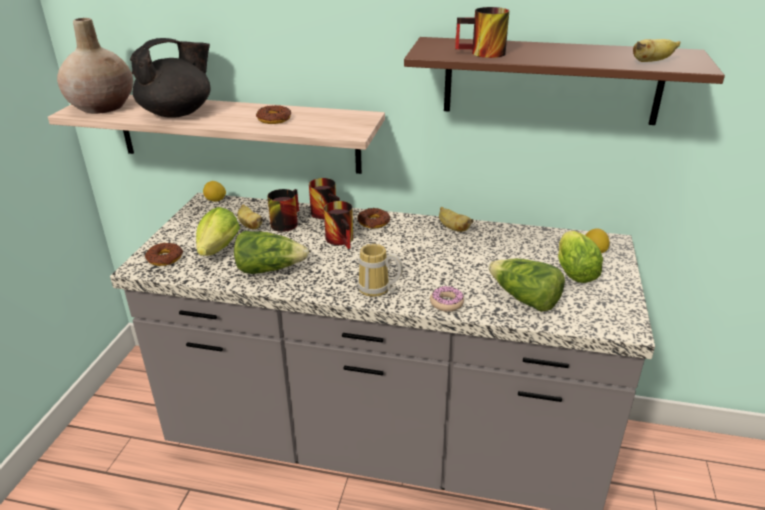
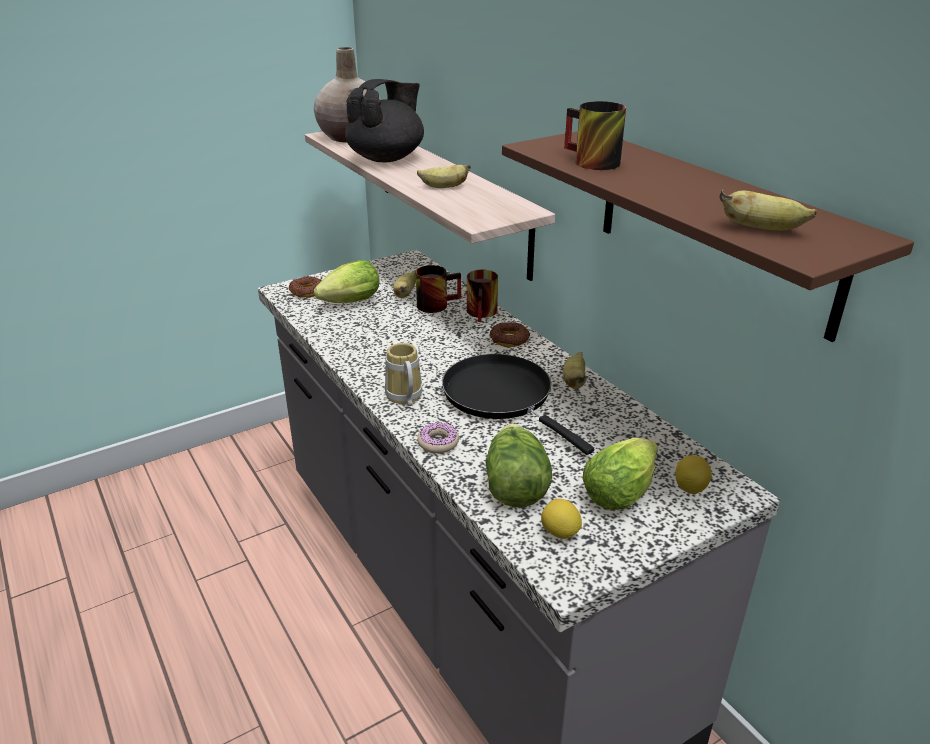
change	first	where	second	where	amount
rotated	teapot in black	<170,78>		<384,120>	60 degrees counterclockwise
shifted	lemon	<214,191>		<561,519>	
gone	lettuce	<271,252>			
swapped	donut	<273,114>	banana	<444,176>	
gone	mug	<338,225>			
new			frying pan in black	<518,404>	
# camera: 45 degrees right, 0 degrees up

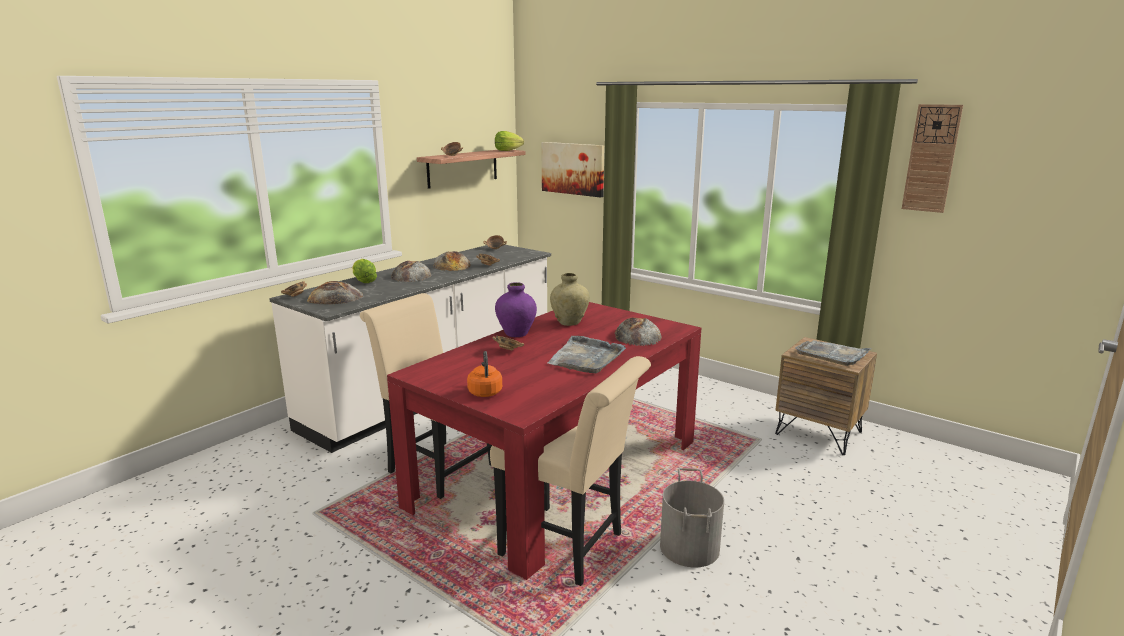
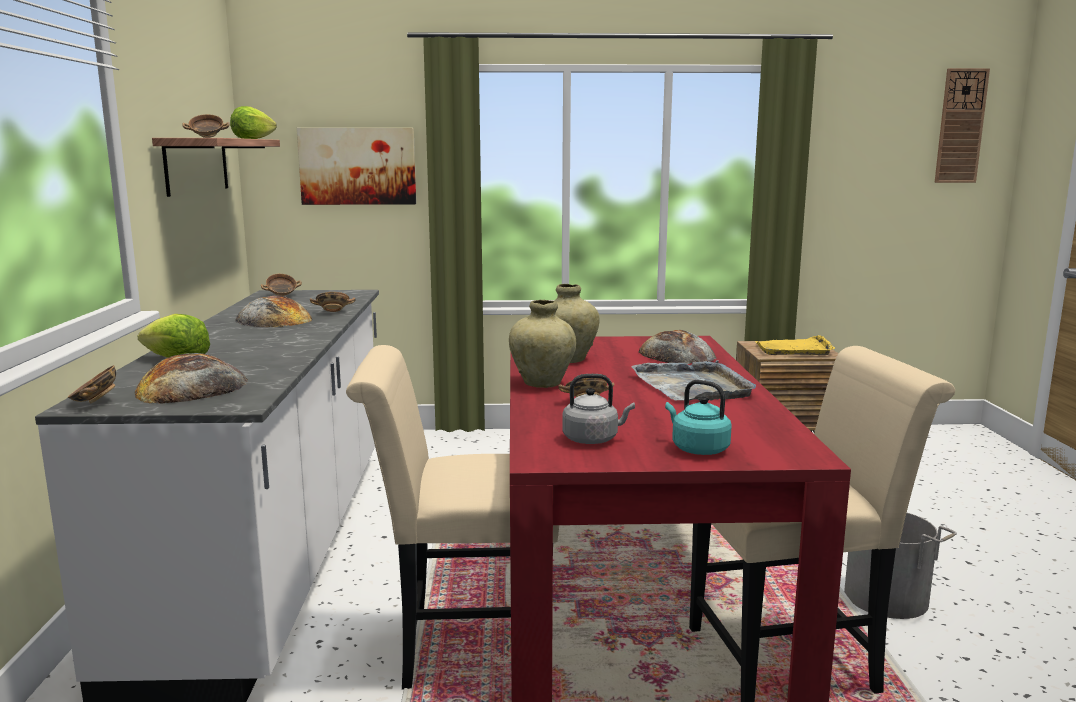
change	first	where	second	where	amount
gone	bread	<411,271>			
repainted	kettle in orange	<484,374>	kettle in turquoise	<698,417>	
repainted	vase in purple	<516,309>	vase in beige	<542,343>	
repainted	tray in grey	<834,353>	tray in yellow	<795,345>	
shifted	wall clock	<932,158>		<962,125>	
new			kettle in grey	<598,409>	
# camera: 40 degrees left, 5 degrees down

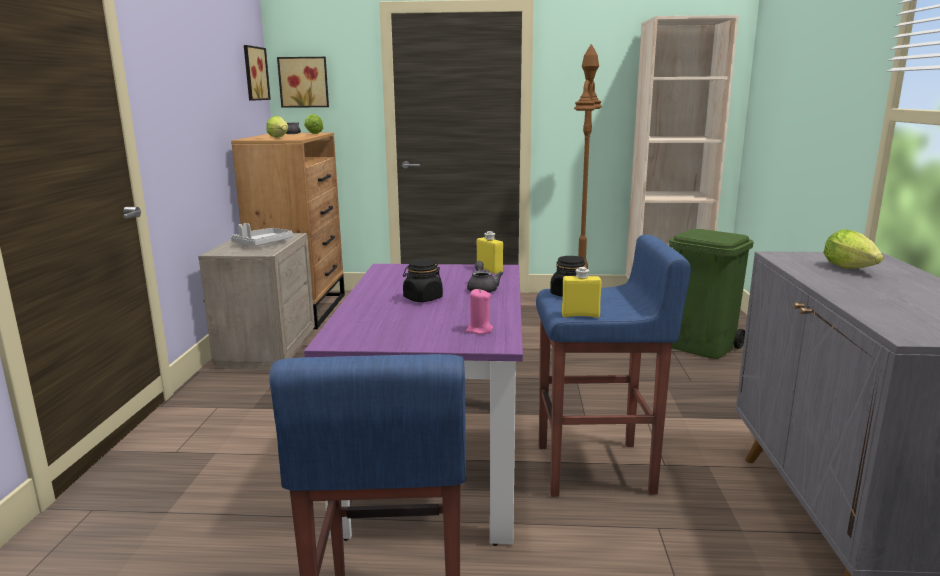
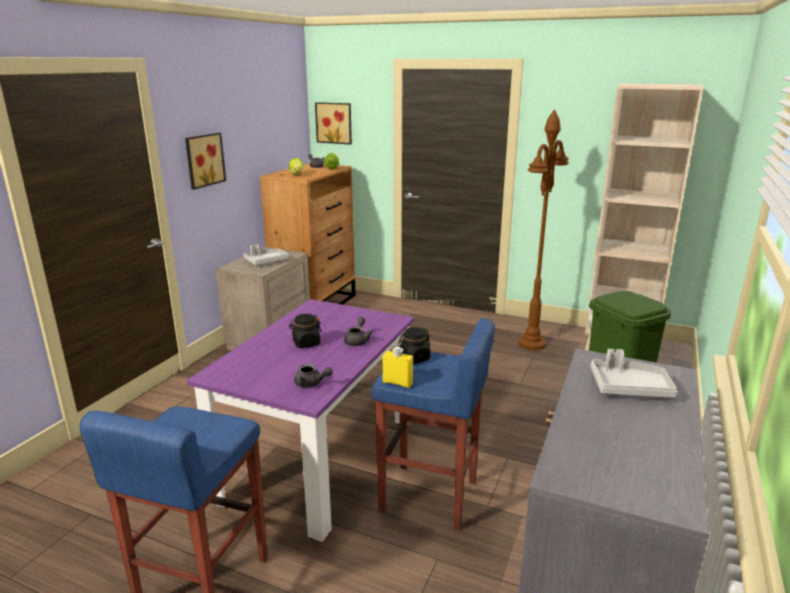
change	first	where	second	where	amount
shifted	picture	<257,73>		<205,161>	
swapped	candle in pink	<479,311>	teapot in grey	<313,375>	
gone	bottle in yellow	<490,252>			
swapped	lettuce	<853,249>	tray in grey	<634,373>	
# camera: 20 degrees right, 5 degrees up

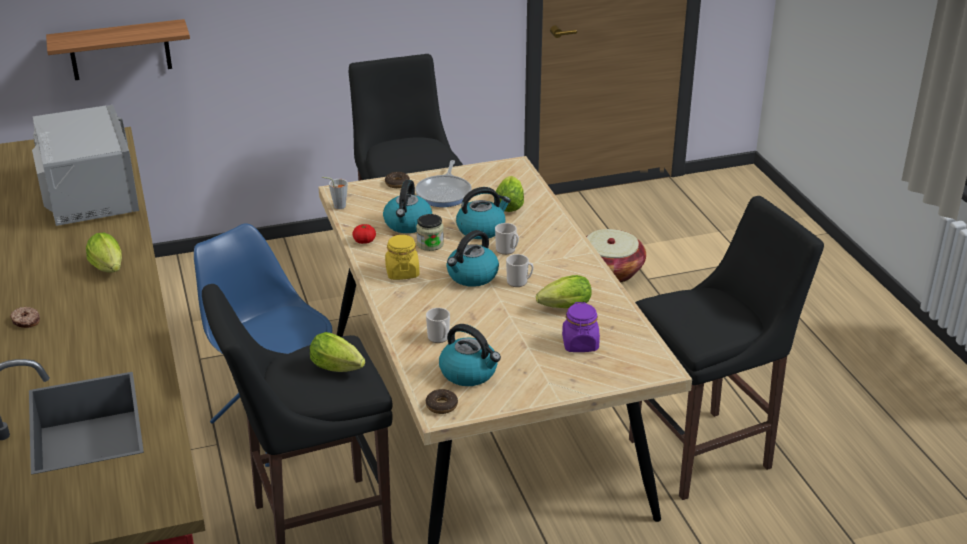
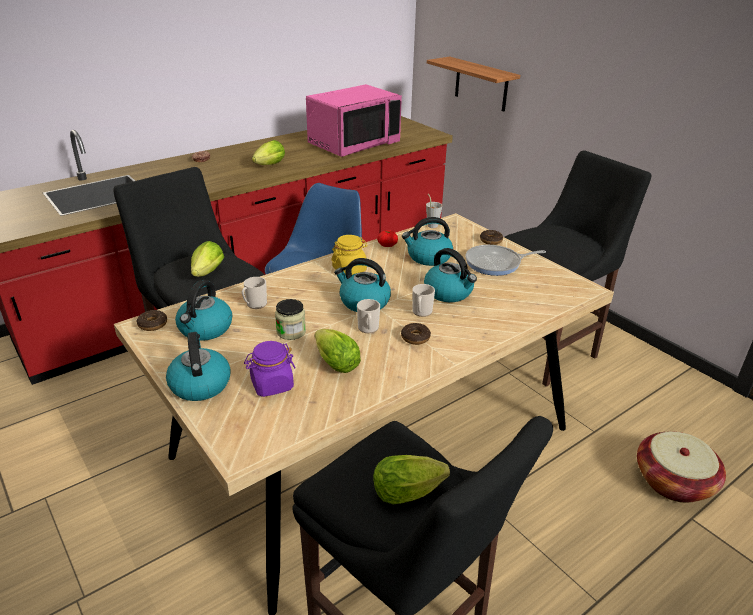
change	first	where	second	where	amount
repainted	microwave in grey	<85,165>	microwave in pink	<354,120>	
shifted	jar	<430,232>		<290,319>	
shifted	lettuce	<510,194>		<411,479>	
new			kettle	<198,366>	
new			donut	<416,334>	
# camera: 70 degrees right, 0 degrees up

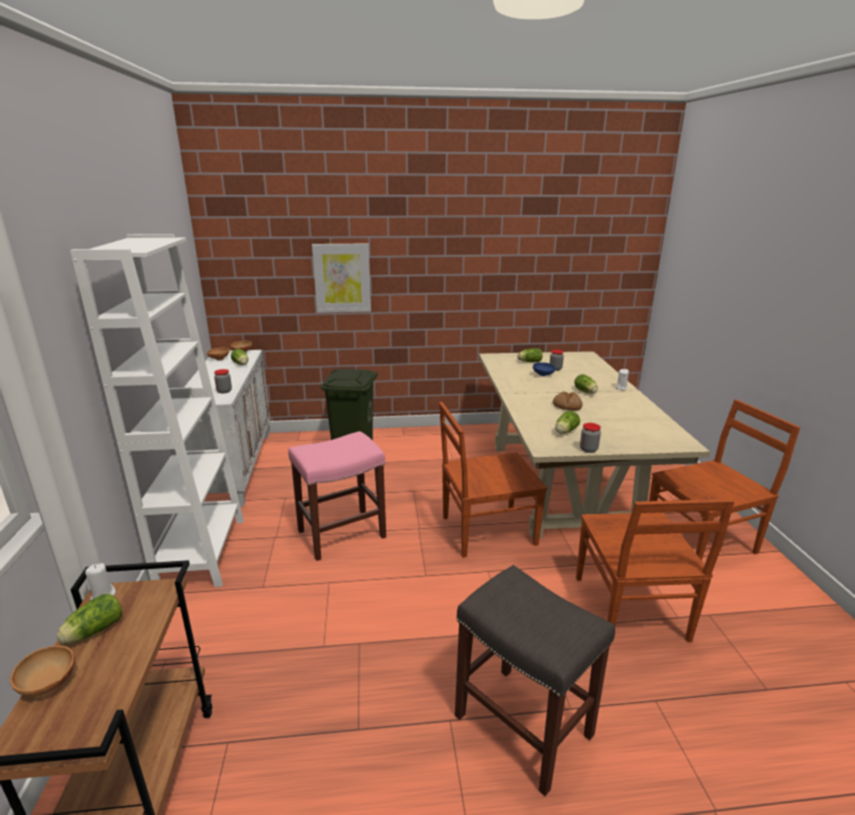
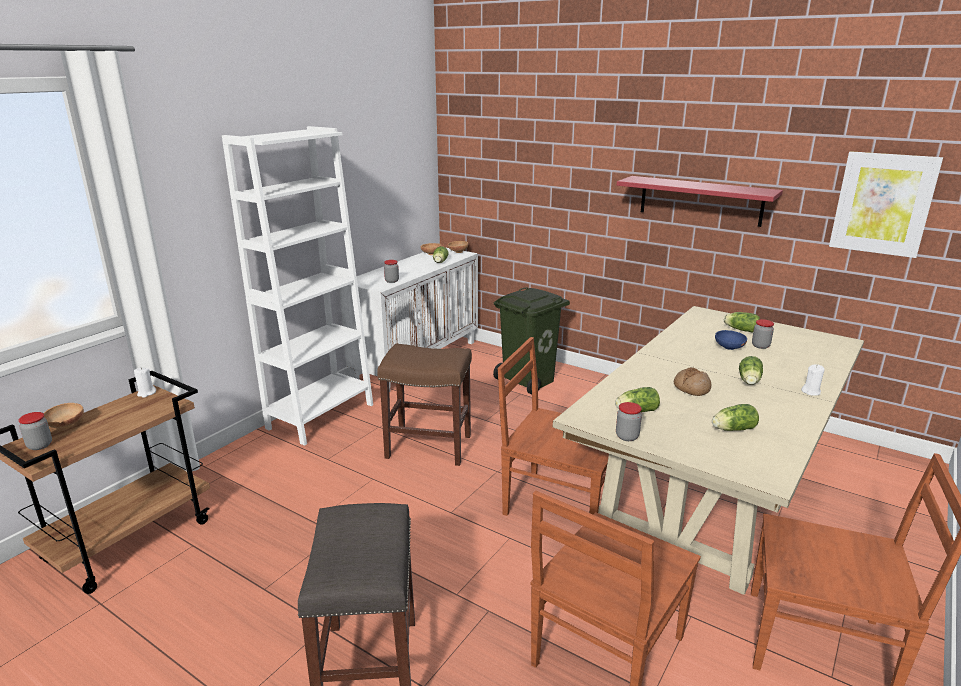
change	first	where	second	where	amount
shifted	lettuce	<89,619>		<735,417>	
repainted	stool in pink	<337,496>	stool in brown	<424,405>	
shifted	picture	<341,278>		<886,204>	
new			jar	<35,431>	
new			shelf in red	<700,201>	
# camera: 40 degrees right, 0 degrees up

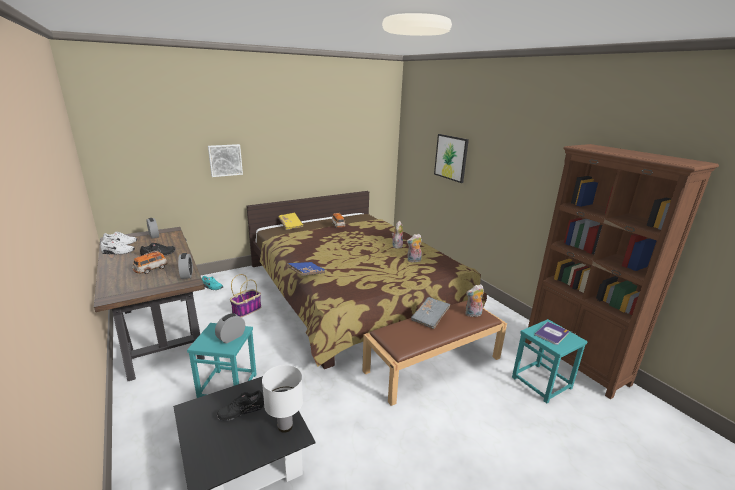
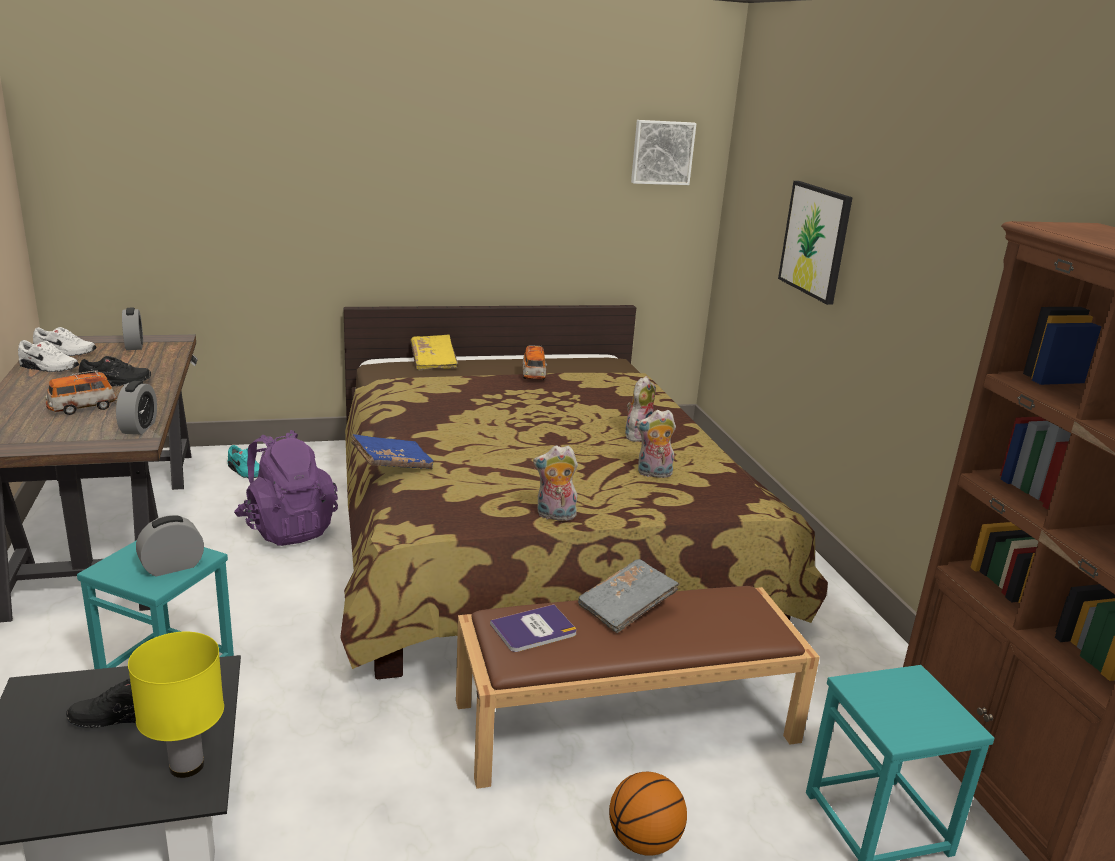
change	first	where	second	where	amount
shifted	picture	<225,160>		<663,152>	
swapped	basket	<245,296>	backpack in purple	<286,488>	
repainted	table lamp in white	<282,399>	table lamp in yellow	<176,705>	
shifted	plush toy	<474,300>		<555,483>	
shifted	book	<552,333>		<533,628>	
new			basketball	<648,814>	
# camera: 15 degrees right, 0 degrees up

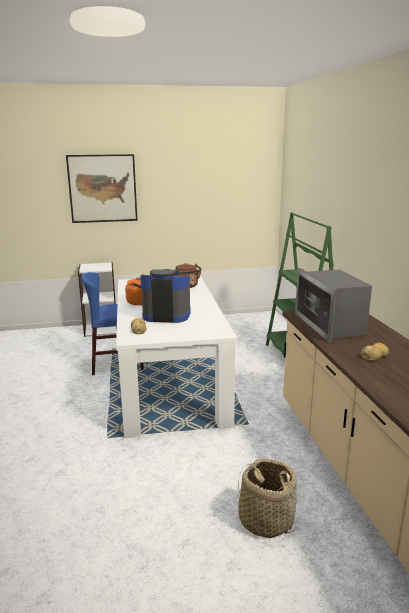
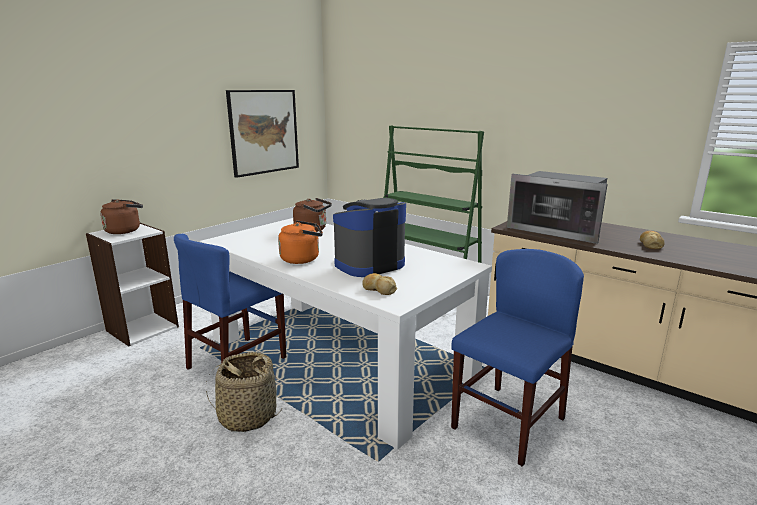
change	first	where	second	where	amount
shifted	picture	<102,188>		<262,134>	
shifted	basket	<267,498>		<244,392>	
new			kettle in brown	<121,216>	
new			chair in blue	<517,358>	
# camera: 40 degrees left, 0 degrees up

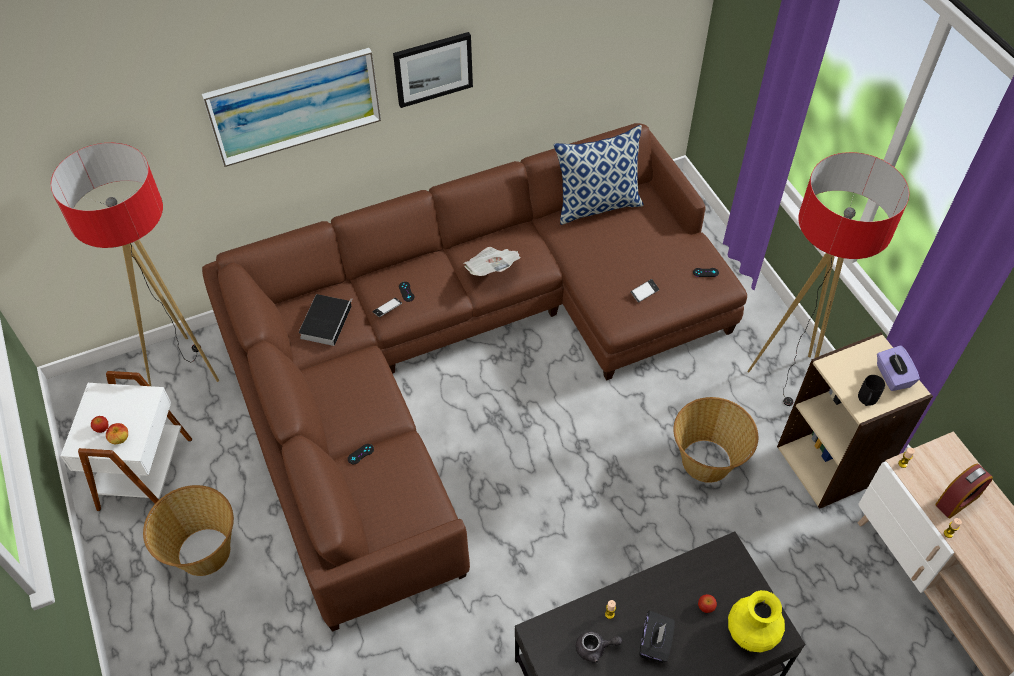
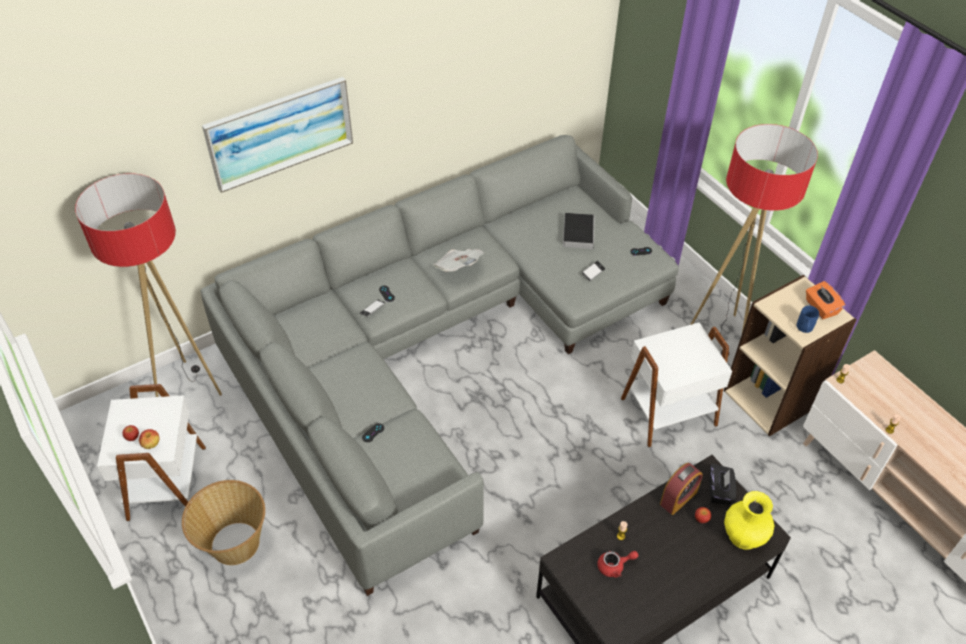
change	first	where	second	where	amount
repainted	sofa in brown	<474,377>	sofa in grey	<440,365>	
shifted	book	<325,320>		<579,231>	
gone	picture	<433,70>			
gone	pillow	<599,175>			
repainted	teapot in grey	<599,647>	teapot in red	<617,564>	
shifted	tissue box in black	<657,637>		<722,484>	
swapped	basket	<715,440>	side table in white	<676,385>	
repainted	mug in black	<871,390>	mug in blue	<808,319>	
repainted	tissue box in purple	<898,368>	tissue box in orange	<825,300>	
shifted	alarm clock	<964,491>		<681,489>	
# camera: 10 degrees left, 5 degrees down

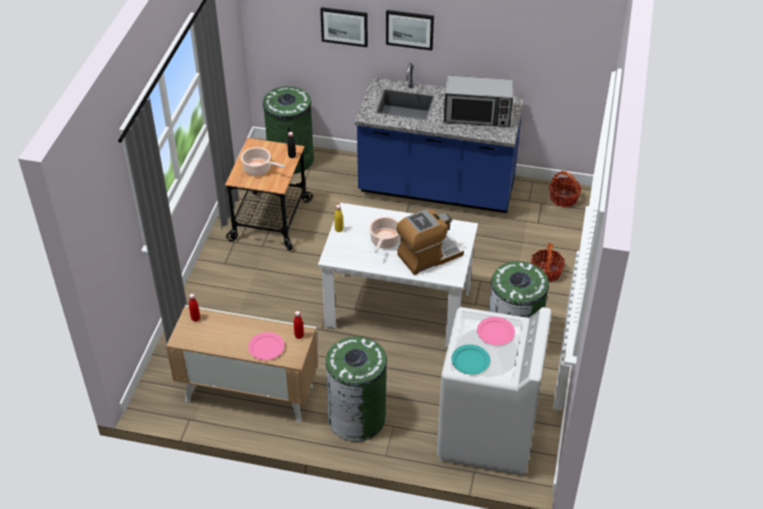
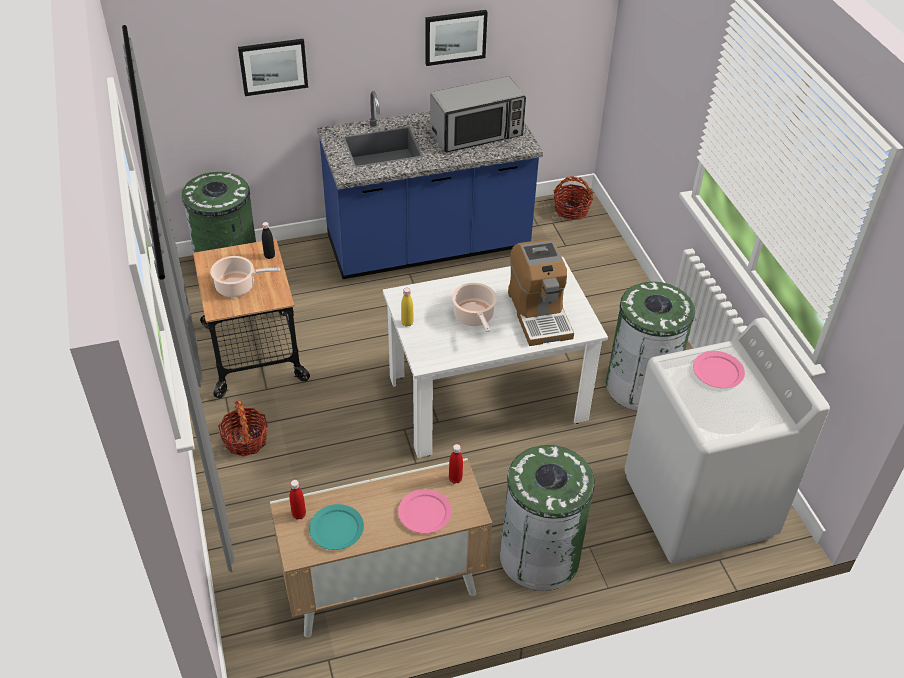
change	first	where	second	where	amount
shifted	picture	<410,30>		<456,38>	
rotated	coffee machine	<430,242>		<541,292>	135 degrees clockwise
shifted	plate in turquoise	<470,359>		<336,527>	
shifted	basket	<548,262>		<243,428>	
# camera: 30 degrees left, 0 degrees up

